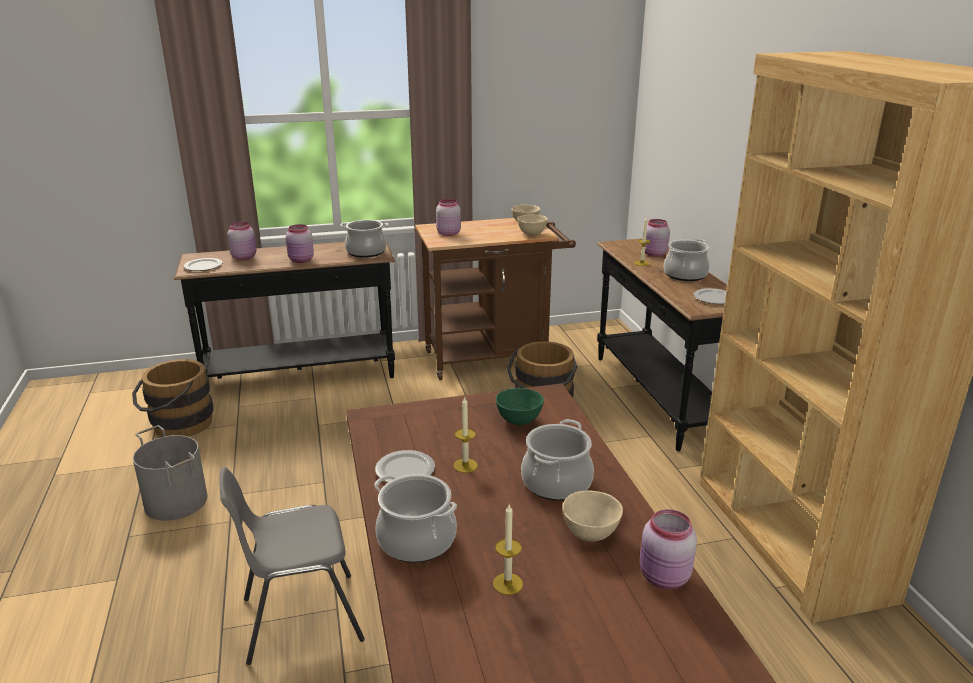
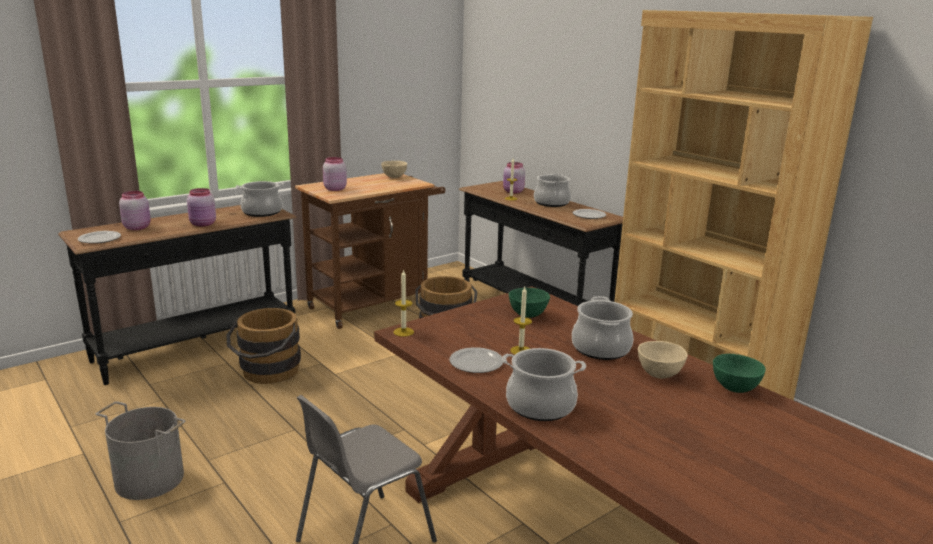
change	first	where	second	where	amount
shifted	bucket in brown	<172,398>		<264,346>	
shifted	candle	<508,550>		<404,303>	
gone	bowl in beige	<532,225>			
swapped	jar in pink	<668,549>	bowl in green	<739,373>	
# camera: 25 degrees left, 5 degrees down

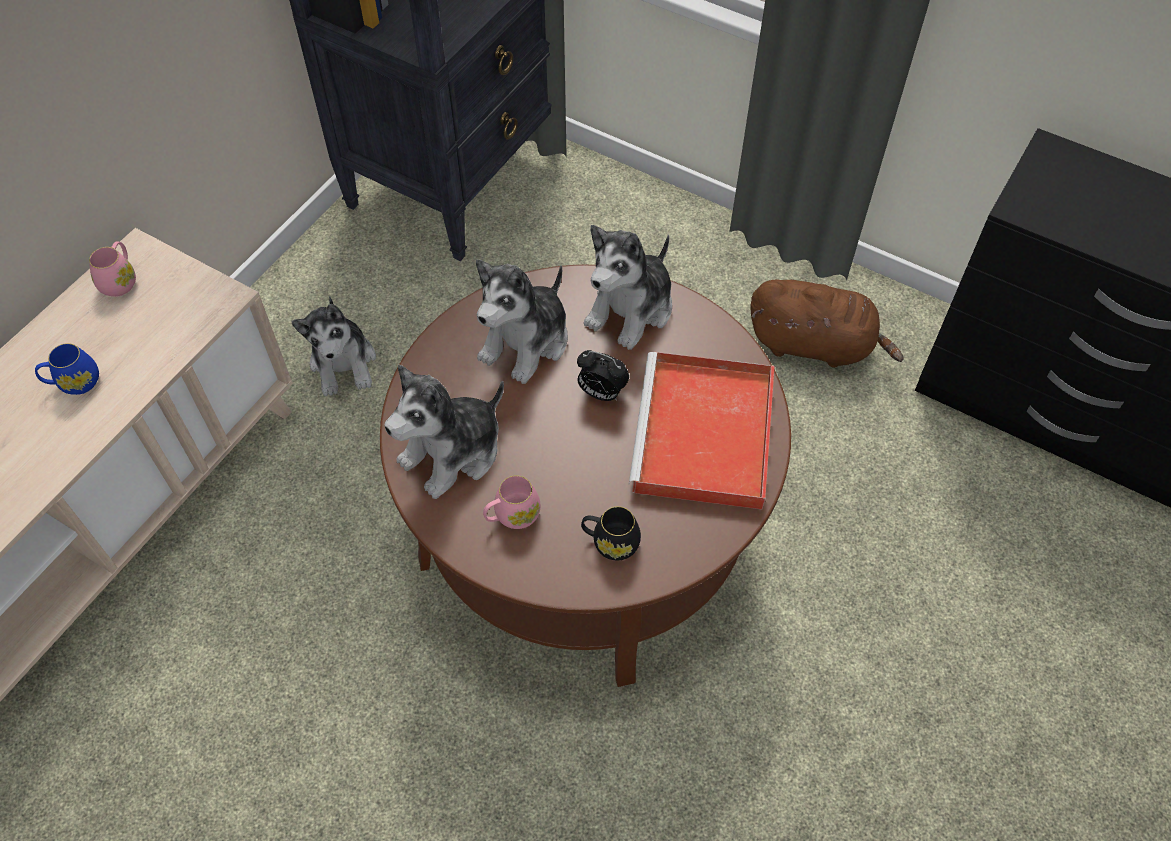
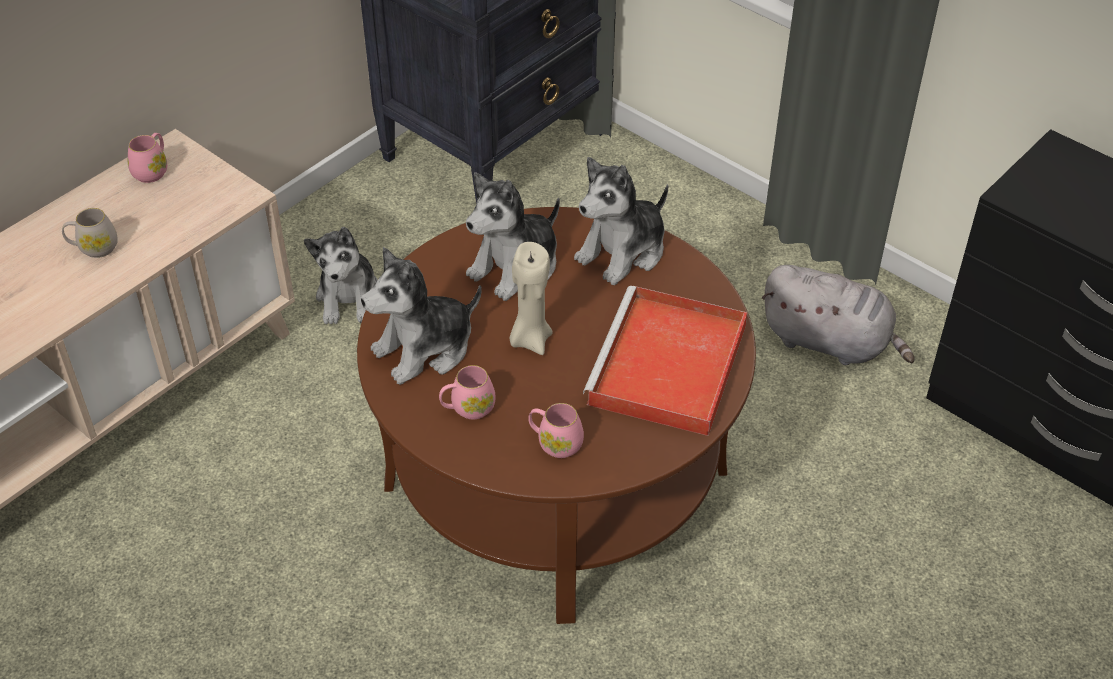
change	first	where	second	where	amount
repainted	mug in blue	<67,369>	mug in white	<90,233>	
gone	alarm clock	<603,375>			
repainted	mug in black	<611,533>	mug in pink	<556,430>	
repainted	plush toy in brown	<827,323>	plush toy in grey	<838,315>	
new			candle in beige	<531,298>	
# camera: 10 degrees right, 10 degrees down

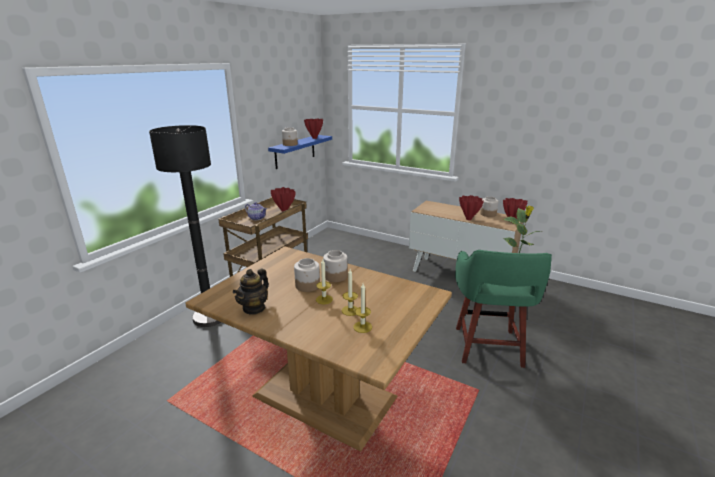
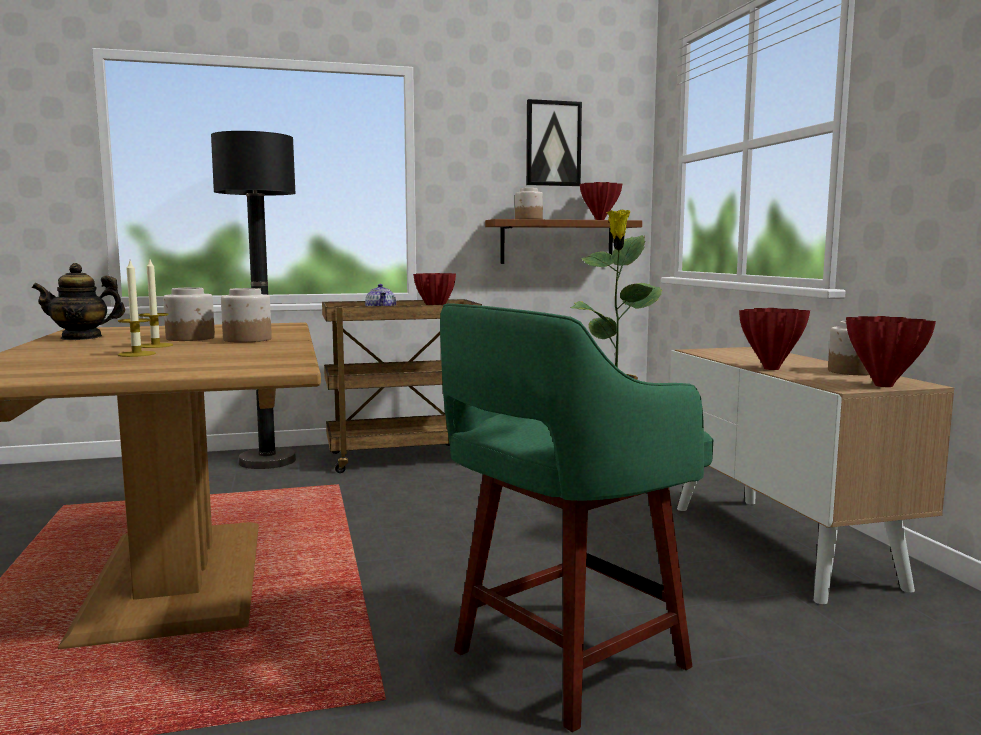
change	first	where	second	where	amount
repainted	shelf in blue	<300,152>	shelf in brown	<563,241>	
gone	candle	<362,308>			
new			picture	<554,142>	
# camera: 45 degrees right, 15 degrees down

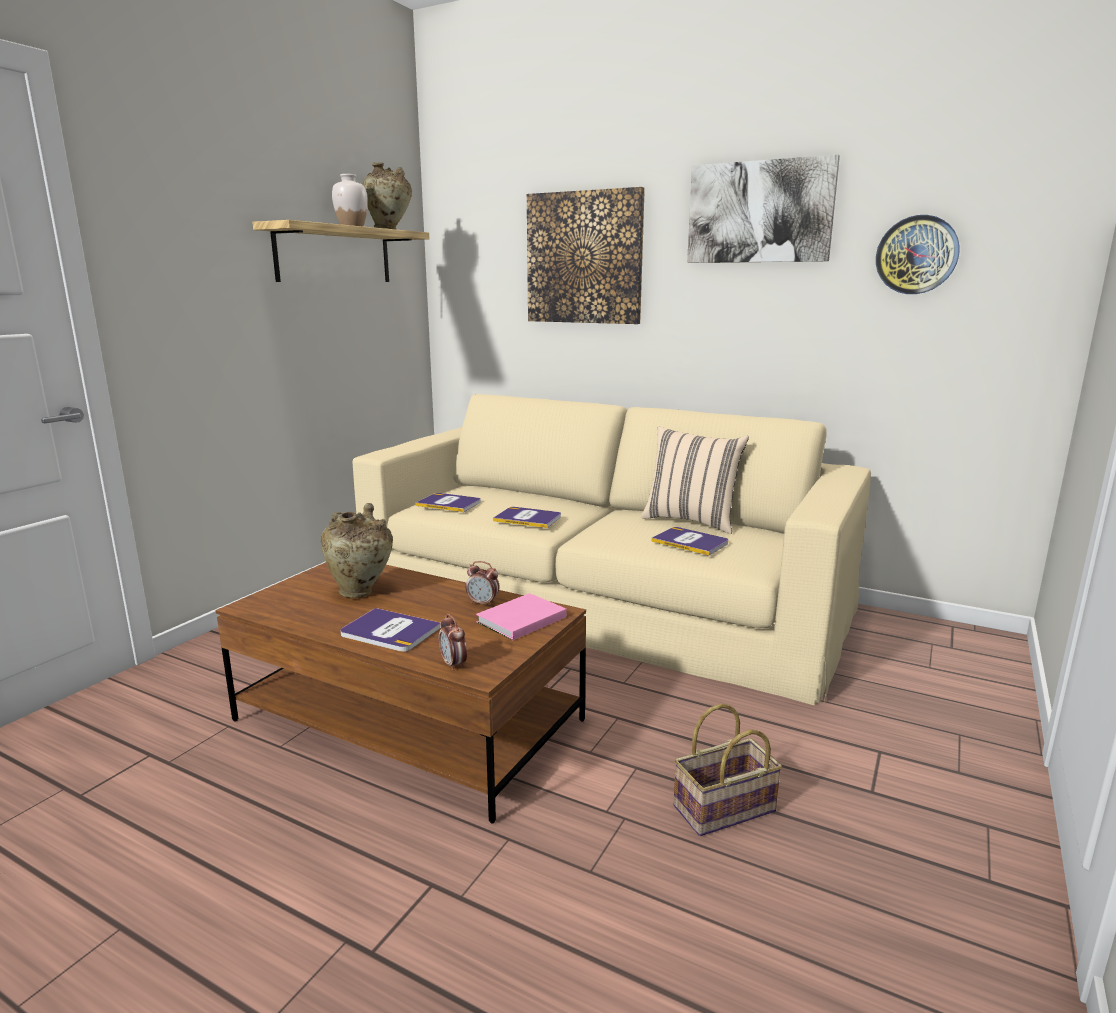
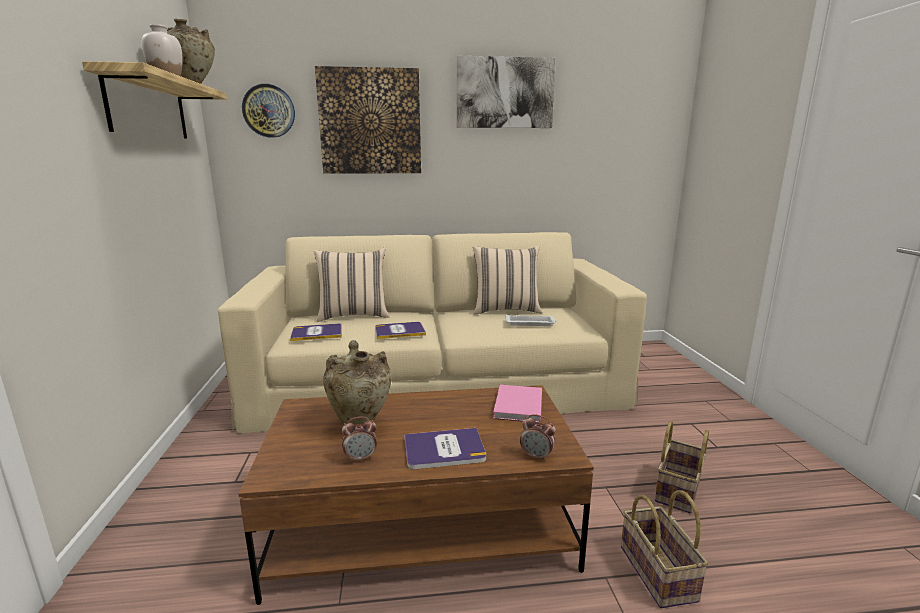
change	first	where	second	where	amount
shifted	alarm clock	<483,584>		<359,439>	
swapped	book	<689,541>	tray in white	<531,320>	
shifted	wall clock	<918,254>		<268,111>	
new			pillow in beige	<351,285>	
new			basket	<665,549>	
# camera: 35 degrees left, 0 degrees up

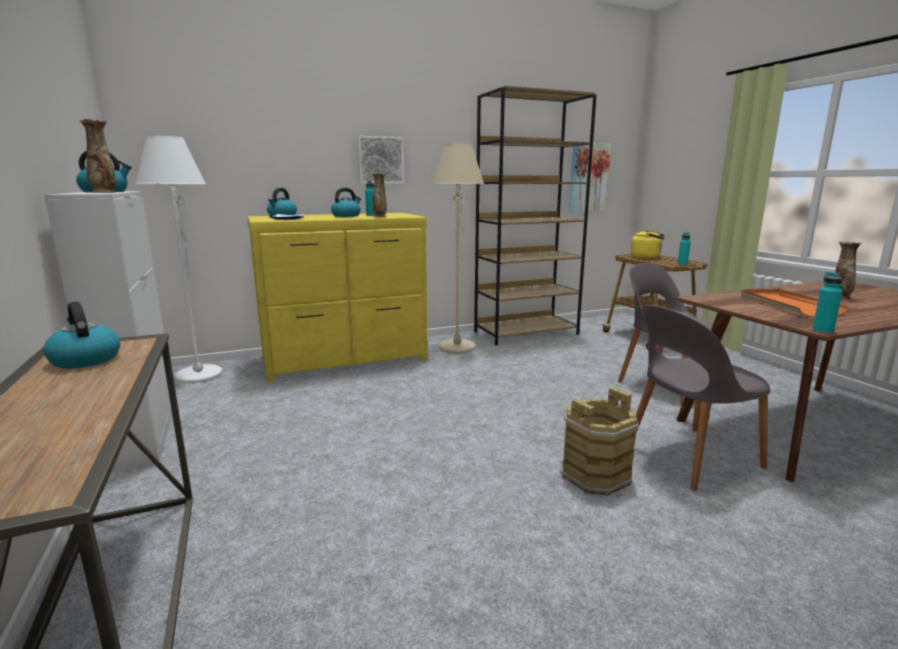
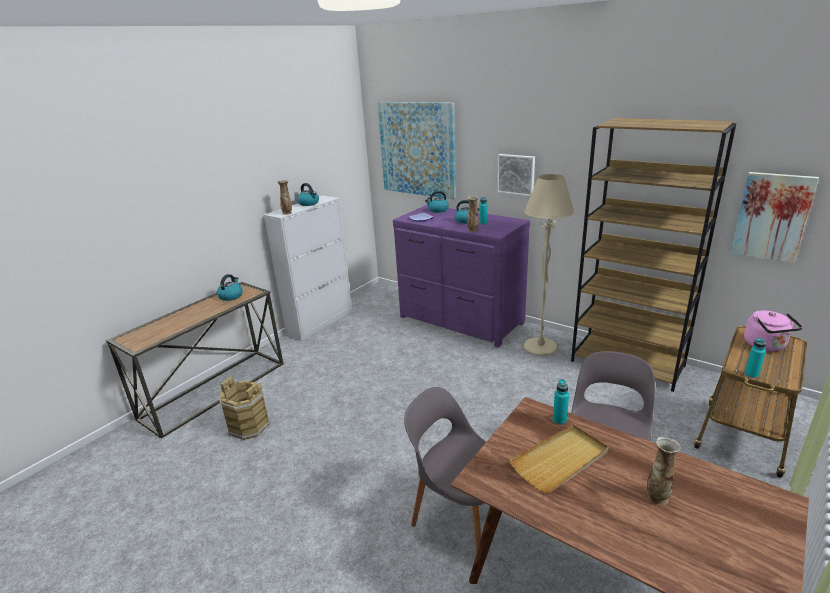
change	first	where	second	where	amount
gone	floor lamp in white	<178,259>			
repainted	dresser in yellow	<337,297>	dresser in purple	<461,276>	
shifted	bucket in brown	<599,441>		<245,408>	
repainted	kettle in yellow	<648,244>	kettle in pink	<773,331>	
repainted	tray in orange	<796,303>	tray in beige	<559,459>	
shifted	bottle in turquoise	<827,303>		<561,402>	
new			picture	<416,150>	
# camera: 60 degrees right, 10 degrees up

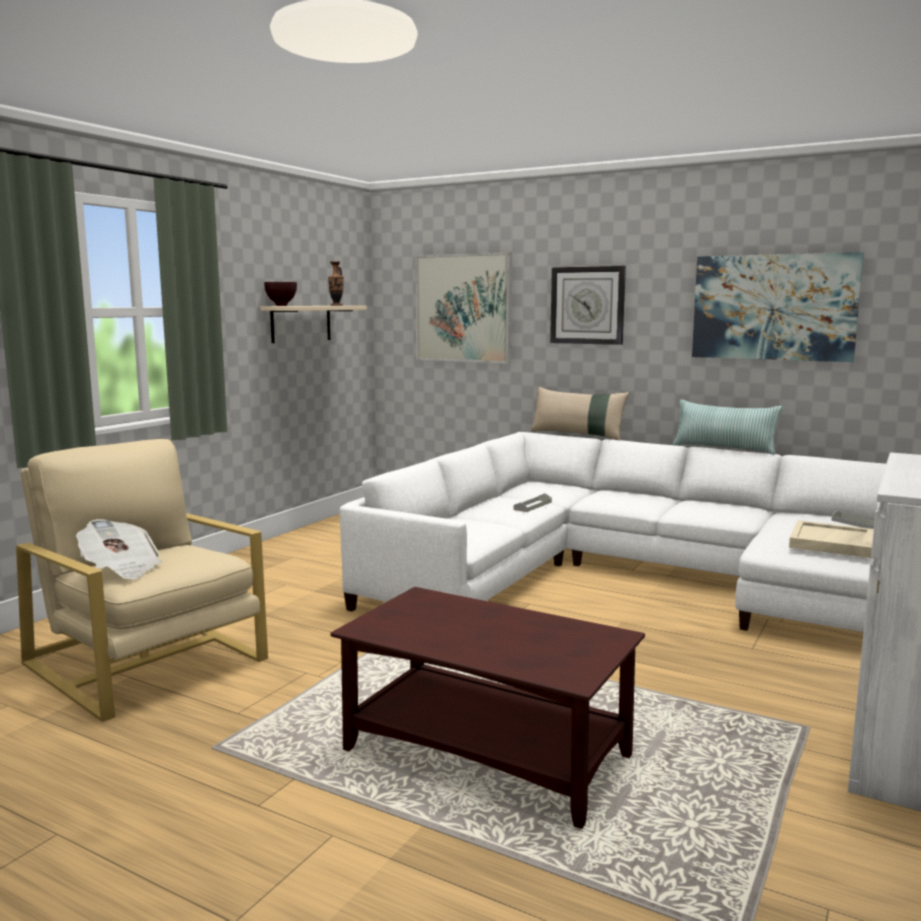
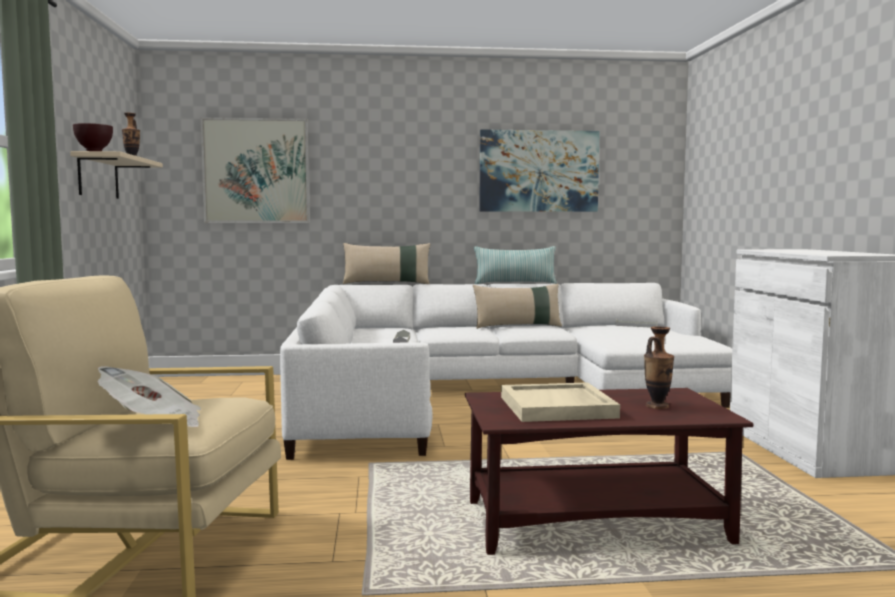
change	first	where	second	where	amount
gone	wall clock	<588,305>			
shifted	tray in beige	<831,539>		<560,402>	
new			pillow in beige	<517,306>	
new			vase	<659,368>	
# camera: 35 degrees left, 5 degrees down

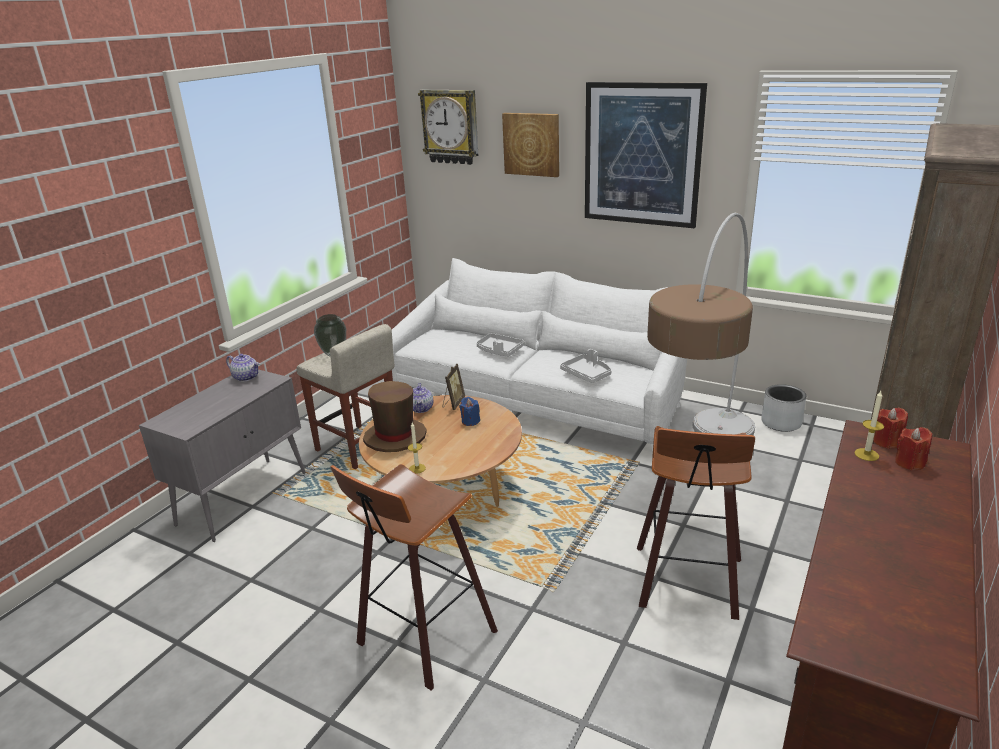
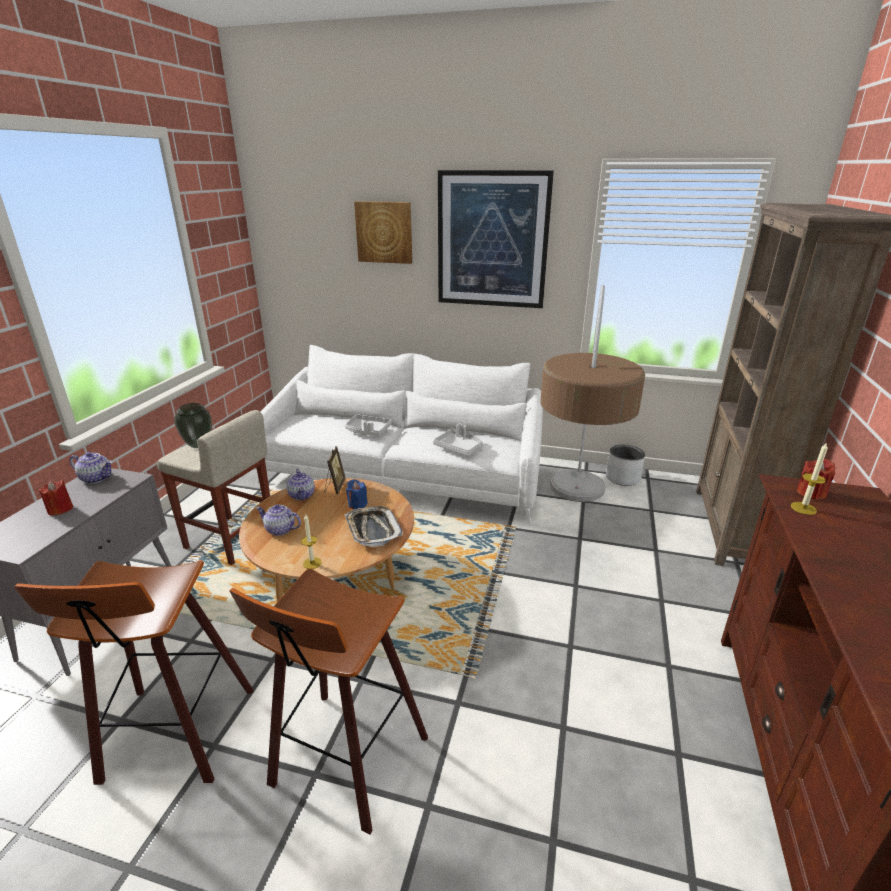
change	first	where	second	where	amount
swapped	hat in brown	<395,416>	teapot	<278,520>	
gone	wall clock	<448,127>			
shifted	stool	<696,523>		<134,672>	
shifted	candle in red	<913,449>		<56,498>	
new			tray	<373,526>	
# camera: 15 degrees left, 0 degrees up

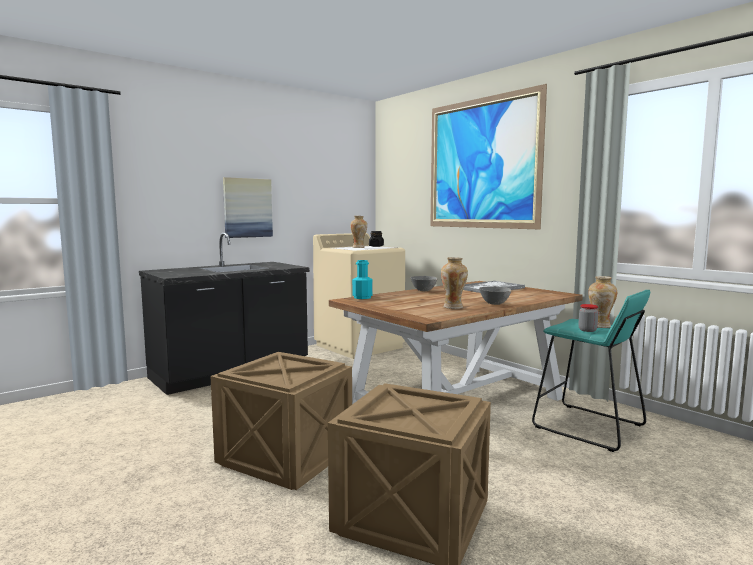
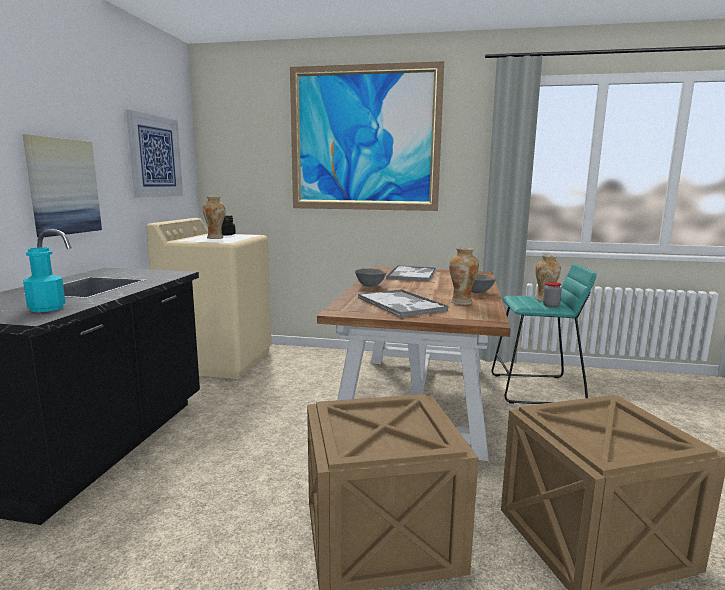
change	first	where	second	where	amount
shifted	bottle in turquoise	<362,279>		<44,279>	
new			picture	<154,154>	
new			tray	<403,303>	
# camera: 40 degrees left, 5 degrees up

